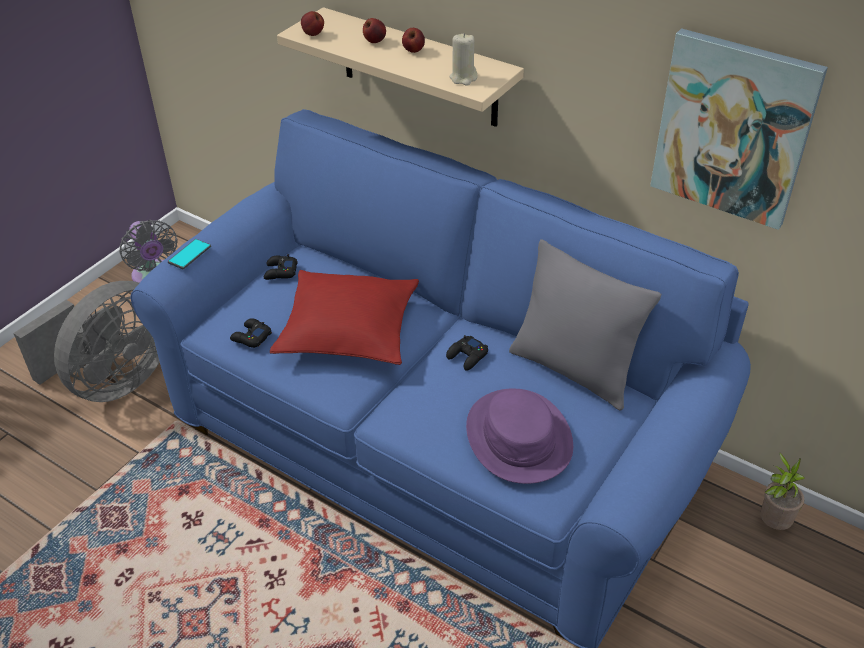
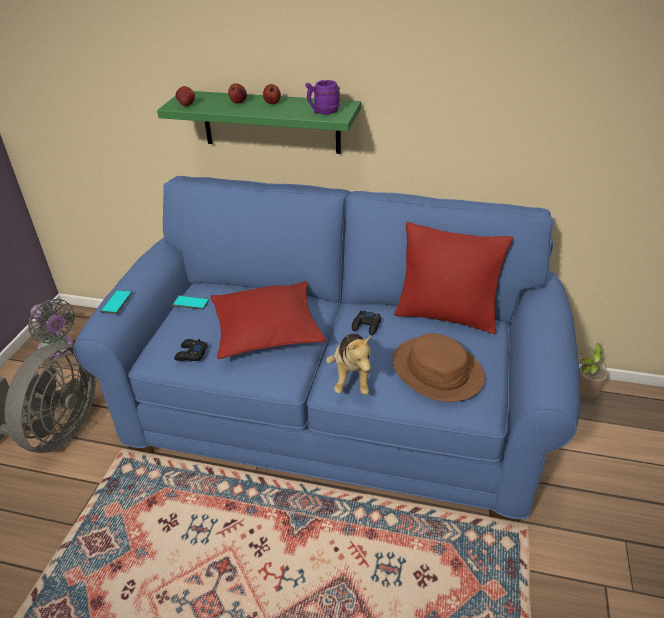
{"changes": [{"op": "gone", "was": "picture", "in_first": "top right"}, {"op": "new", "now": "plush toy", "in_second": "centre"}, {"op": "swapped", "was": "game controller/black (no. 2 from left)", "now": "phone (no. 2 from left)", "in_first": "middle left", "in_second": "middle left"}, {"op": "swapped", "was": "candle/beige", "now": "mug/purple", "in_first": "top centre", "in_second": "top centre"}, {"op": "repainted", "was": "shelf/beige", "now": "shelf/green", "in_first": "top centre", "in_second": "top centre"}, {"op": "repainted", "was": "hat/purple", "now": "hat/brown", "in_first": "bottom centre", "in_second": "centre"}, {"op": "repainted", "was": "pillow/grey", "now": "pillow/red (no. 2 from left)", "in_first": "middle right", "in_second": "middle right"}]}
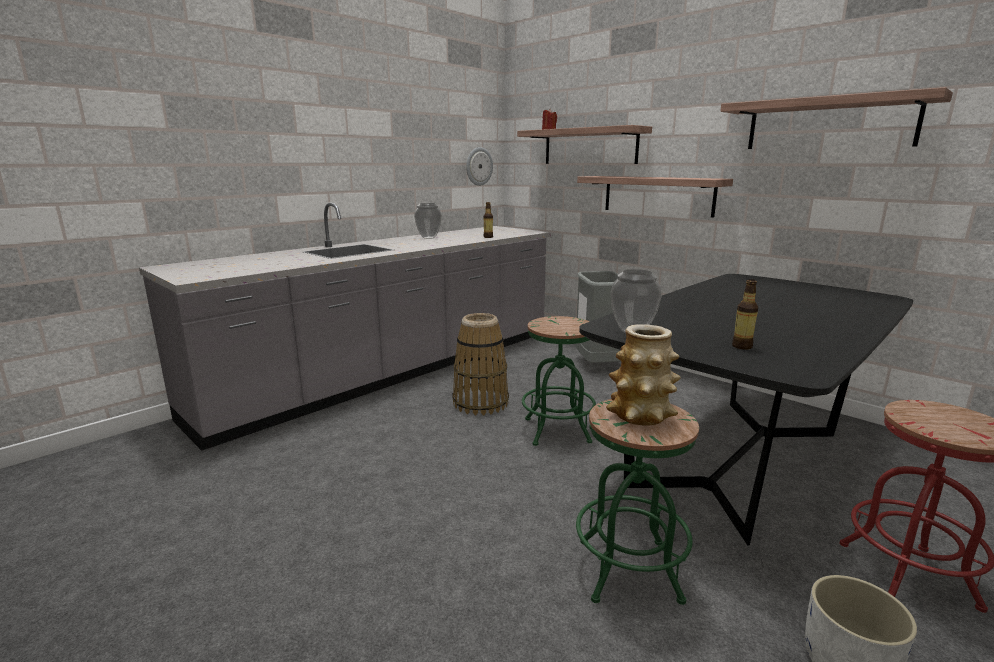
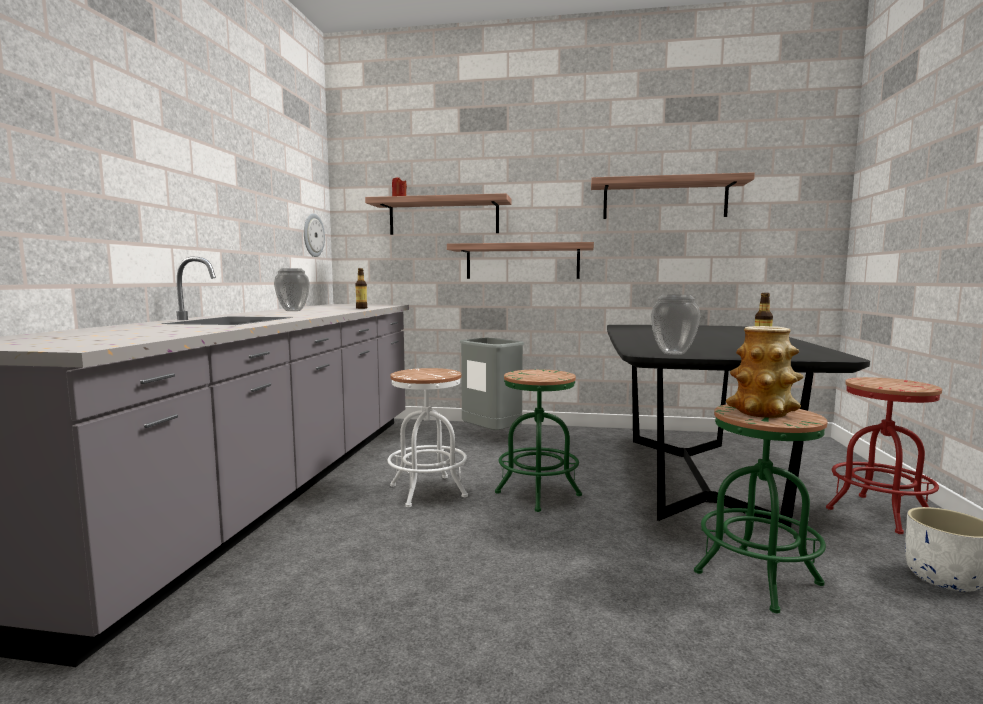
{"changes": [{"op": "swapped", "was": "basket", "now": "stool/white", "in_first": "centre", "in_second": "centre"}]}
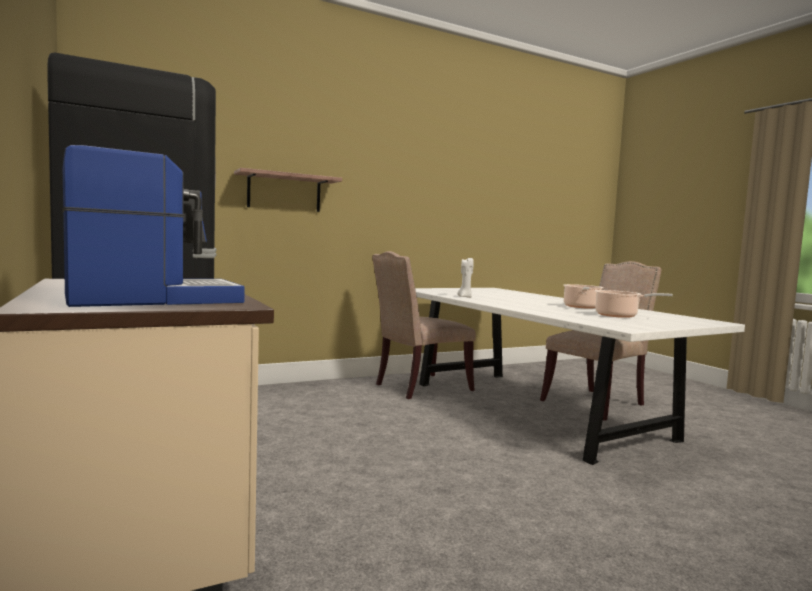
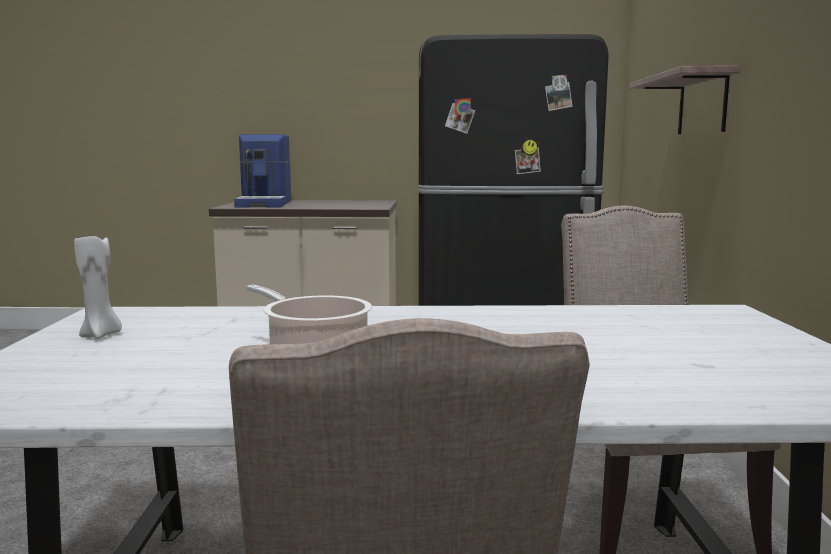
{"changes": [{"op": "gone", "was": "cooking pot (no. 2 from left)", "in_first": "middle right"}, {"op": "shifted", "was": "candle/white", "in_first": "centre", "in_second": "middle left"}]}
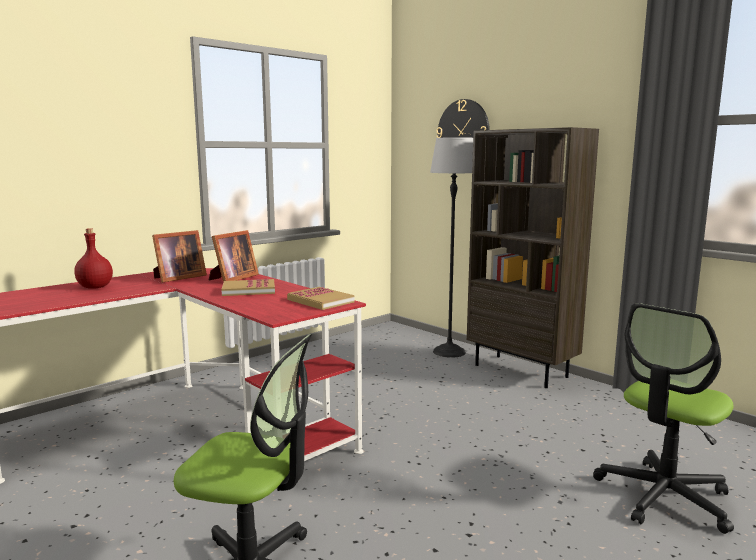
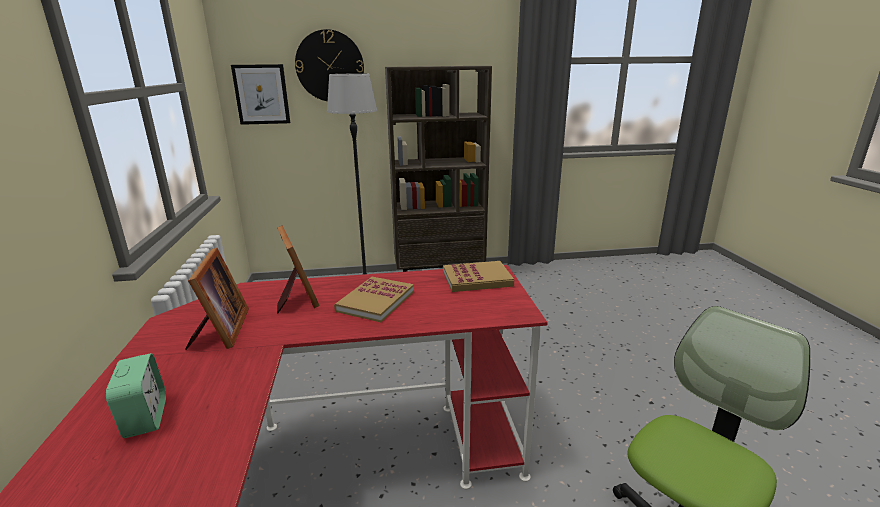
{"changes": [{"op": "gone", "was": "office chair (no. 2 from left)", "in_first": "bottom right"}, {"op": "new", "now": "picture", "in_second": "top left"}, {"op": "swapped", "was": "bottle/red", "now": "alarm clock", "in_first": "middle left", "in_second": "bottom left"}]}
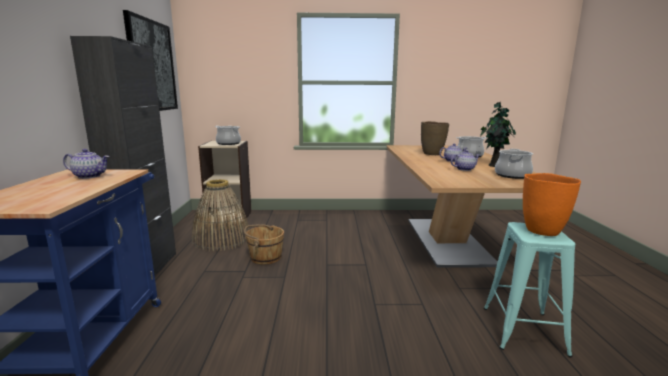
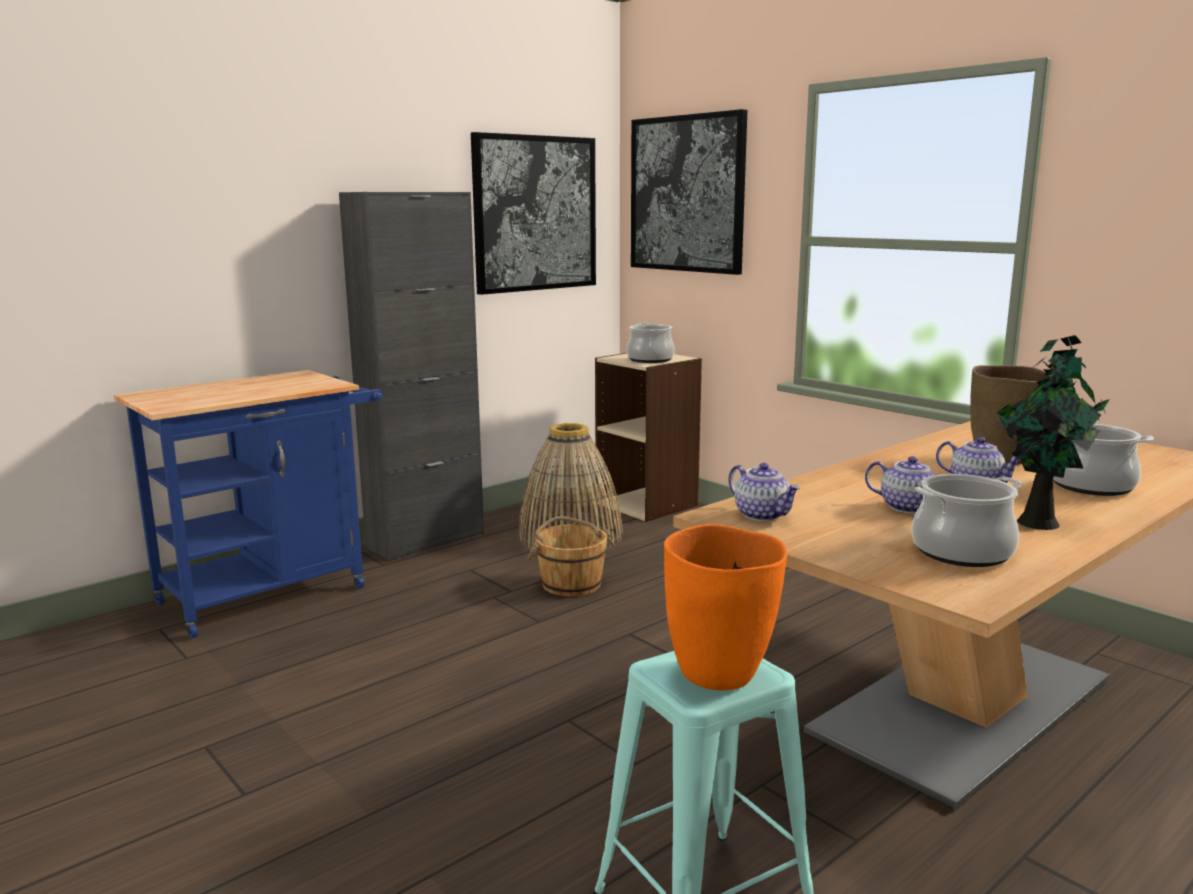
{"changes": [{"op": "new", "now": "picture (no. 2 from left)", "in_second": "top centre"}, {"op": "shifted", "was": "teapot (no. 1 from left)", "in_first": "middle left", "in_second": "centre"}]}
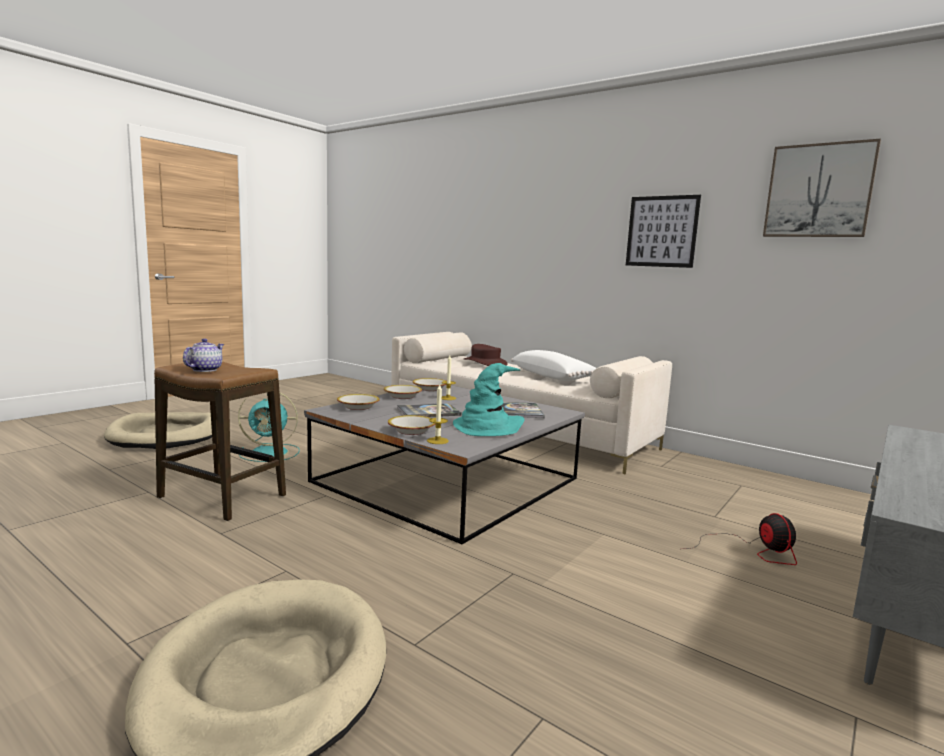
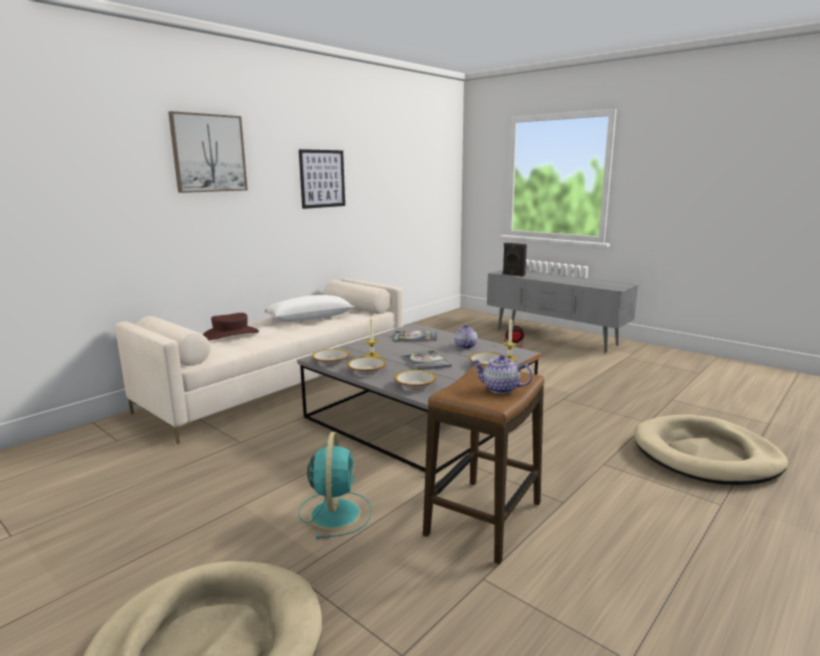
{"changes": [{"op": "new", "now": "speaker/black", "in_second": "centre"}, {"op": "shifted", "was": "picture (no. 2 from left in the first image)", "now": "picture (no. 1 from left)", "in_first": "top right", "in_second": "top left"}, {"op": "swapped", "was": "hat/turquoise", "now": "teapot (no. 1 from left)", "in_first": "centre", "in_second": "centre"}]}
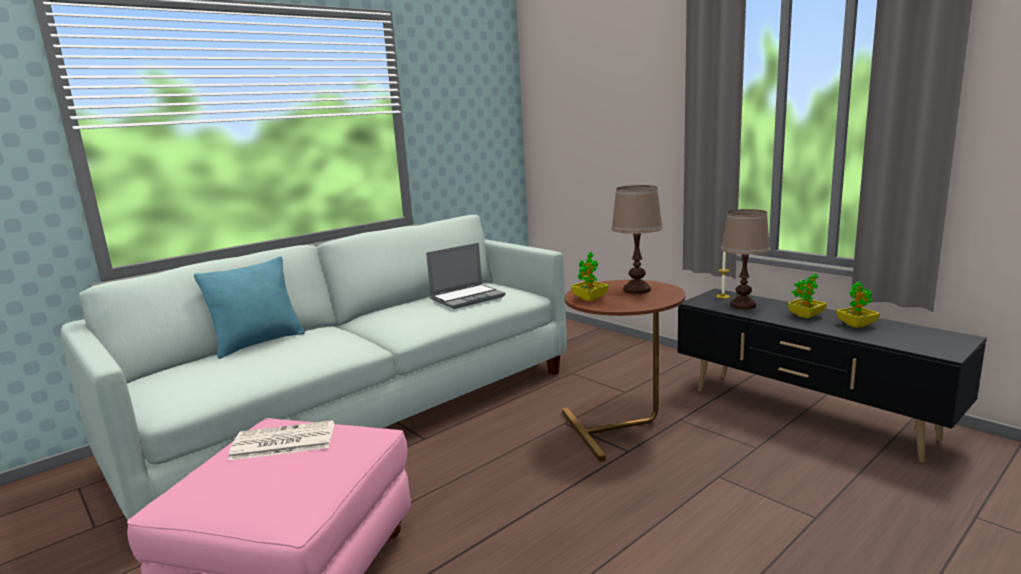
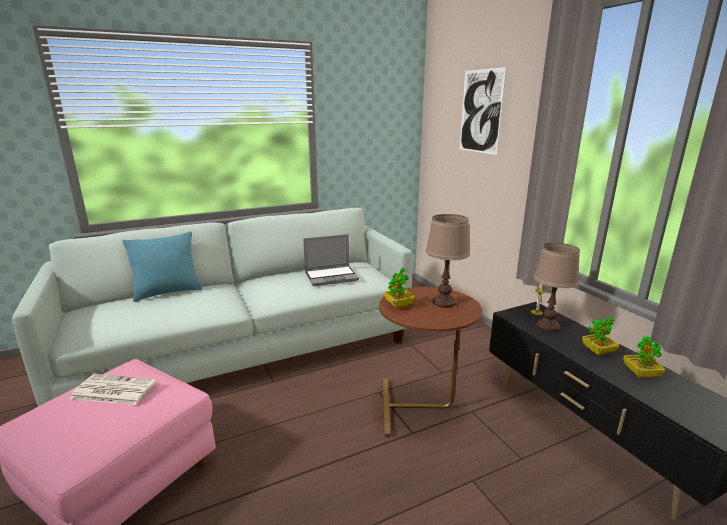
{"changes": [{"op": "new", "now": "picture", "in_second": "top centre"}]}
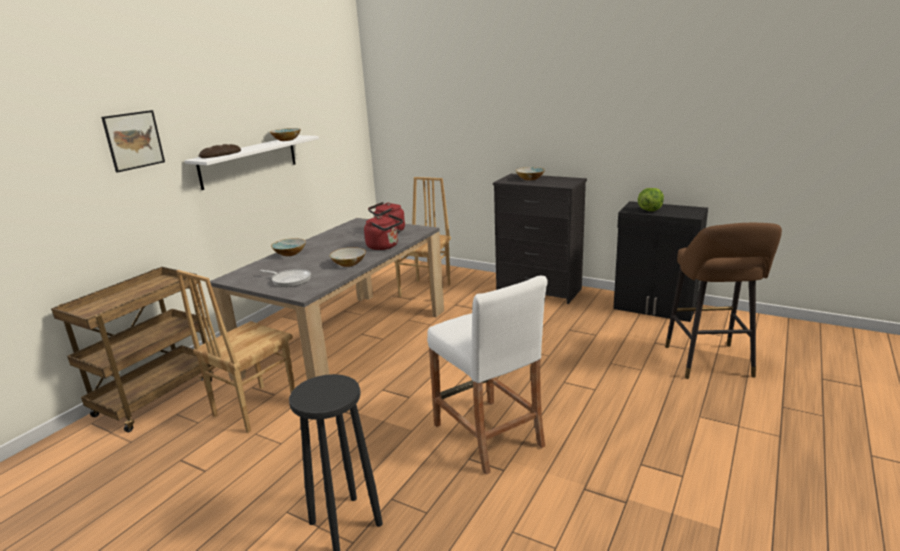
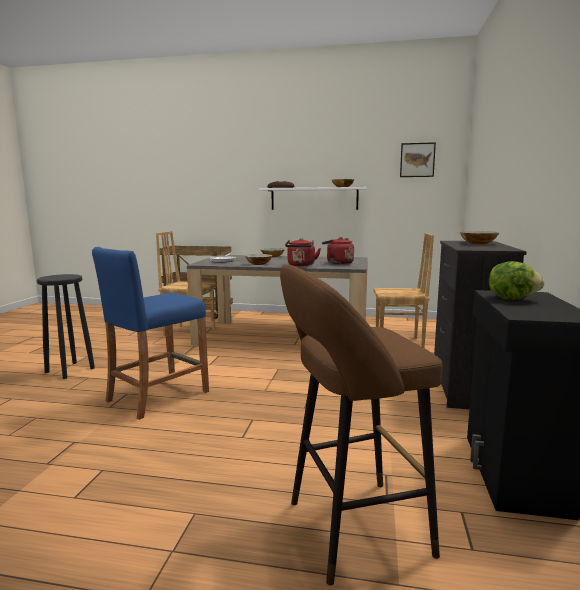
{"changes": [{"op": "shifted", "was": "picture", "in_first": "top left", "in_second": "top right"}, {"op": "repainted", "was": "stool/white", "now": "stool/blue", "in_first": "bottom centre", "in_second": "middle left"}]}
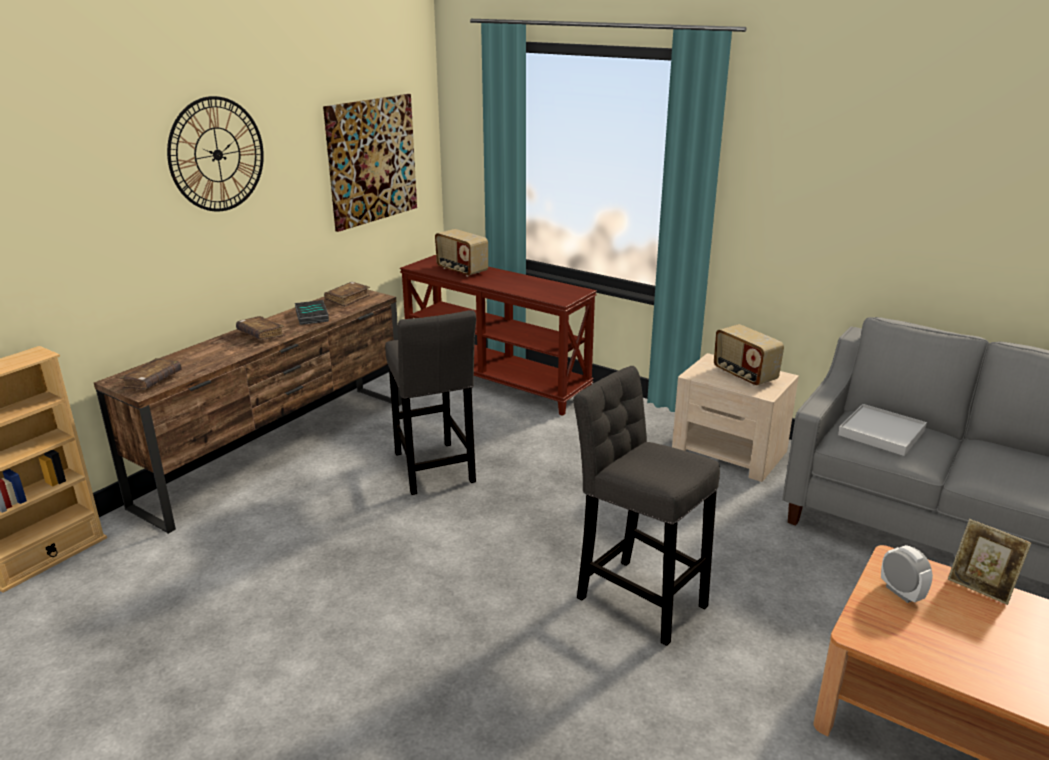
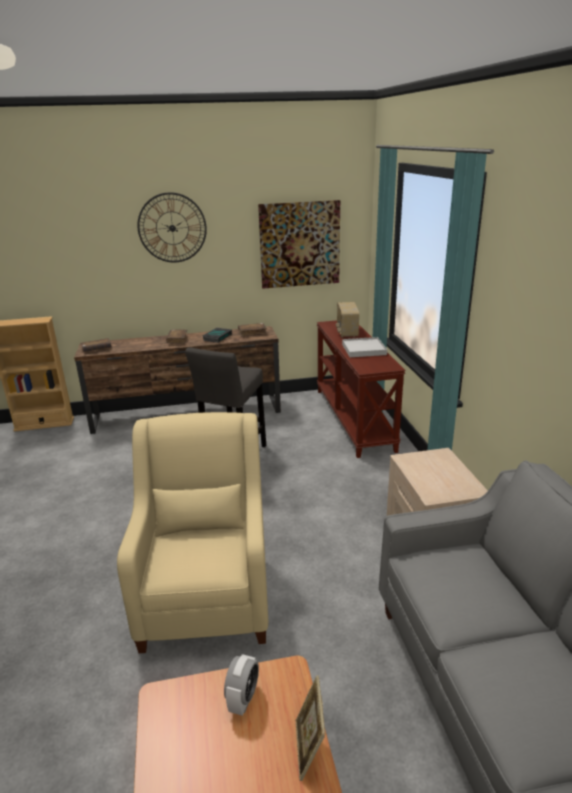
{"changes": [{"op": "gone", "was": "radio (no. 2 from left)", "in_first": "middle right"}, {"op": "shifted", "was": "tray/white", "in_first": "middle right", "in_second": "centre"}, {"op": "swapped", "was": "stool/grey (no. 2 from left)", "now": "armchair/beige", "in_first": "centre", "in_second": "bottom centre"}]}
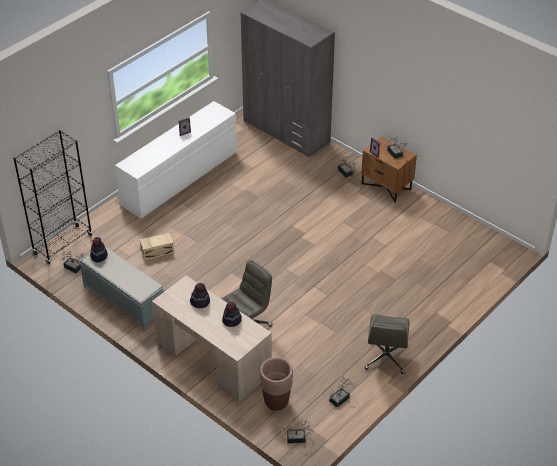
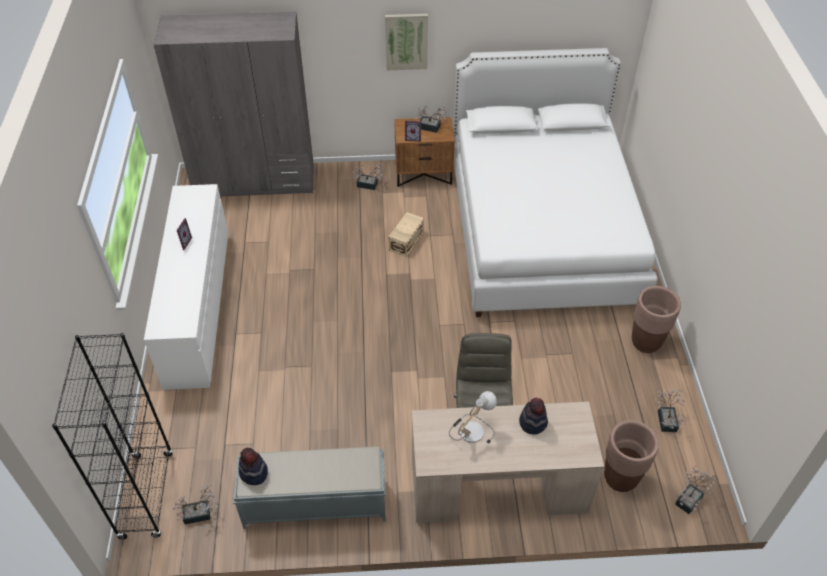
{"changes": [{"op": "new", "now": "picture", "in_second": "top centre"}, {"op": "new", "now": "bed/white", "in_second": "top right"}, {"op": "shifted", "was": "storage box/beige", "in_first": "middle left", "in_second": "centre"}, {"op": "swapped", "was": "hat (no. 2 from left)", "now": "table lamp", "in_first": "centre", "in_second": "bottom centre"}, {"op": "swapped", "was": "office chair/grey (no. 2 from left)", "now": "planter/brown (no. 2 from left)", "in_first": "bottom right", "in_second": "middle right"}]}
